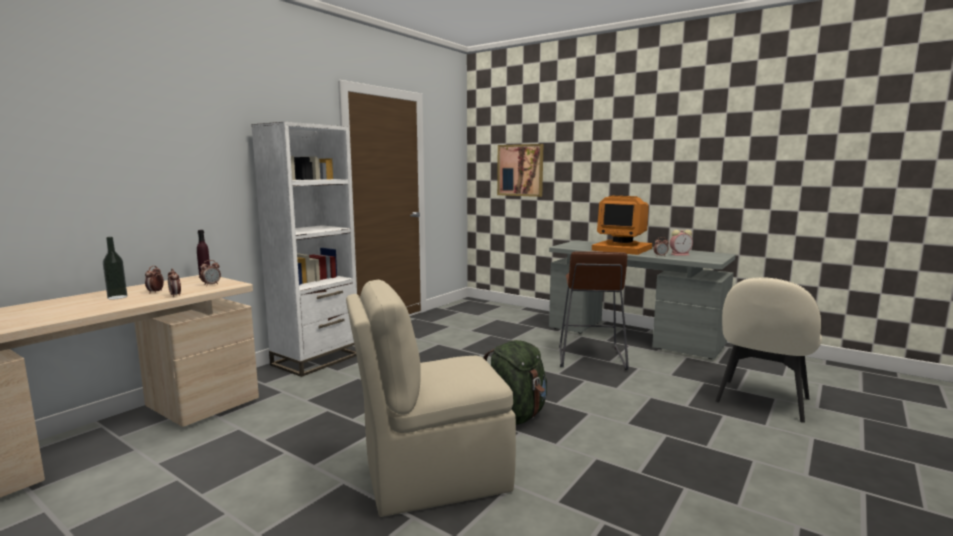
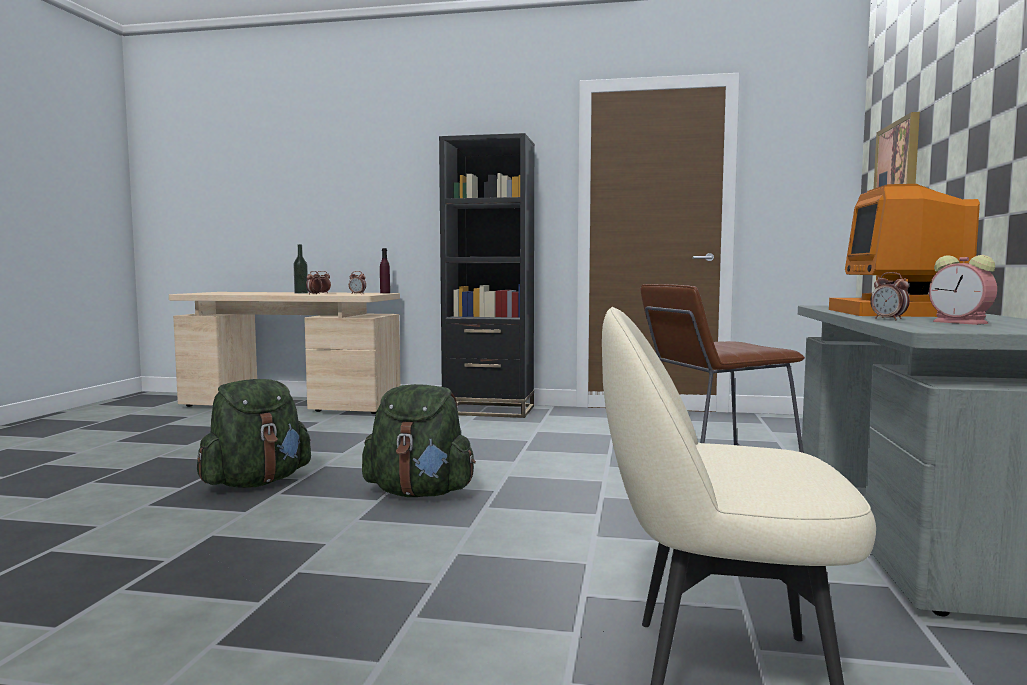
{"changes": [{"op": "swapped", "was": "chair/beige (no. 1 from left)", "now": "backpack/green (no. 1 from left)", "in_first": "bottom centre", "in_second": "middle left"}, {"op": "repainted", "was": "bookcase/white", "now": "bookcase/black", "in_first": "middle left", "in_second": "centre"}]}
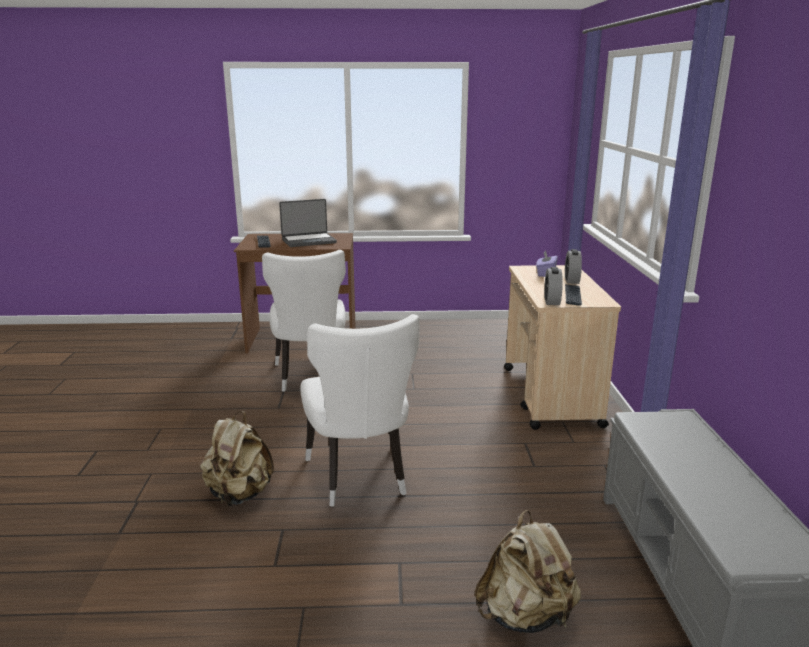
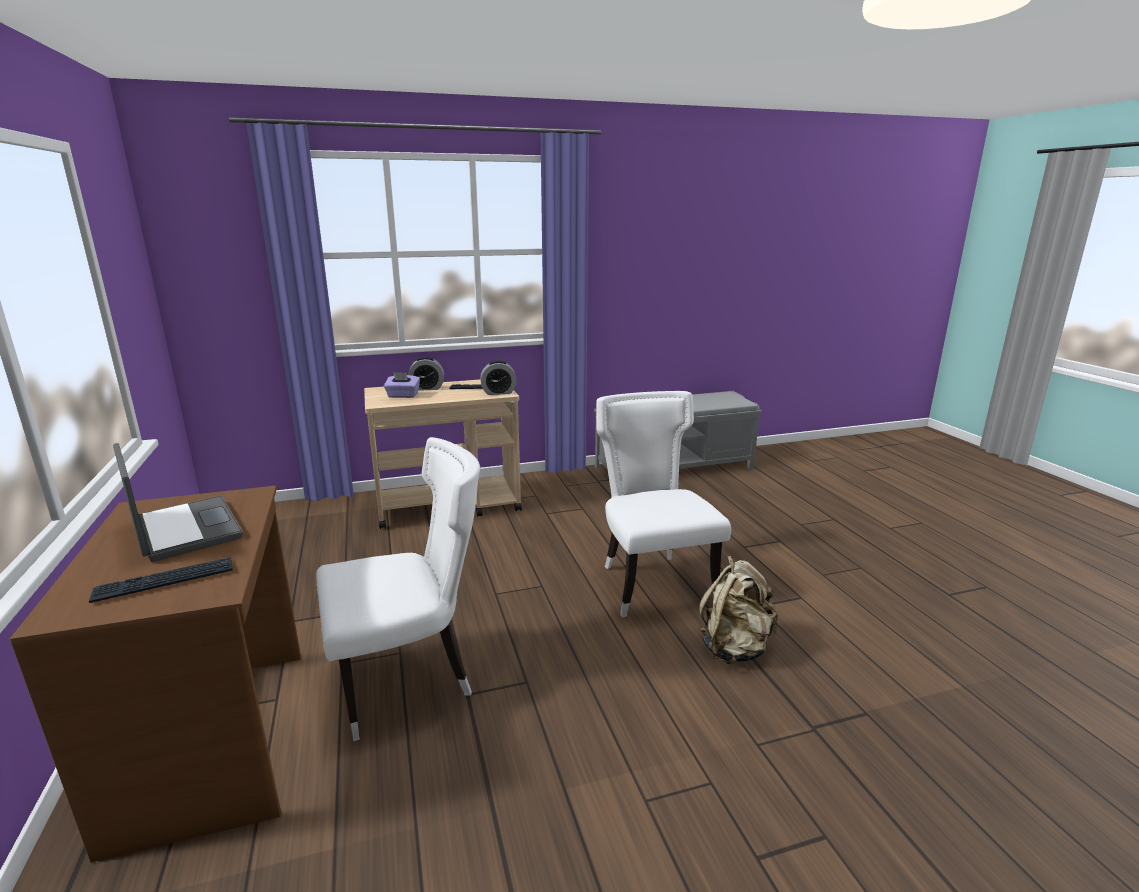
{"changes": [{"op": "gone", "was": "backpack/beige (no. 2 from left)", "in_first": "bottom centre"}, {"op": "rotated", "was": "chair/white (no. 2 from left)", "in_first": "centre", "in_second": "centre", "clockwise": -75}]}
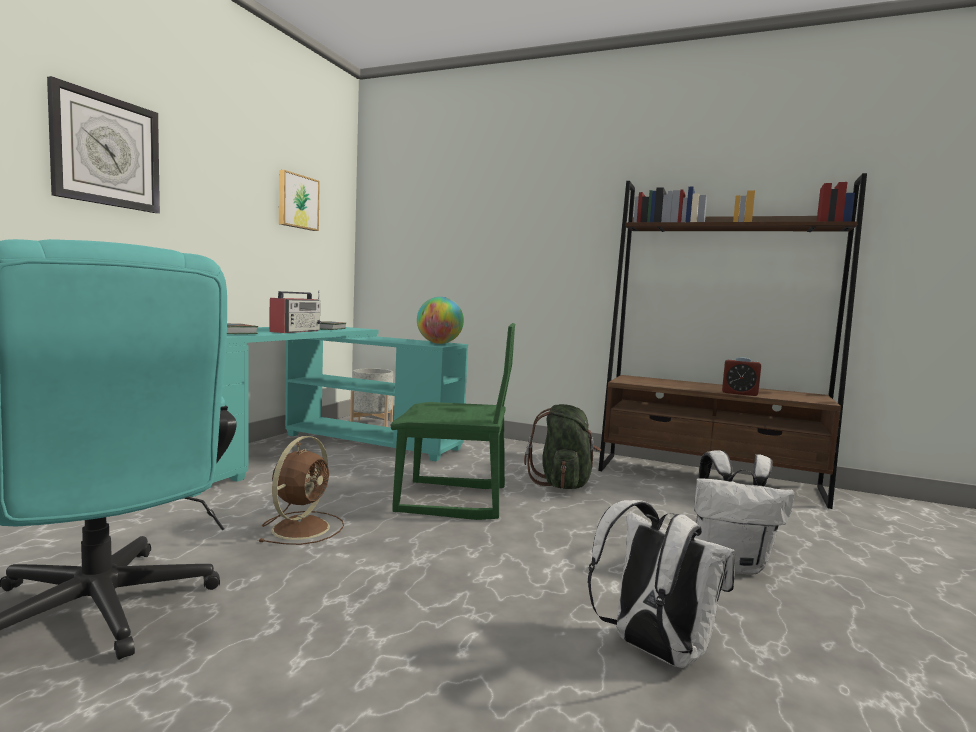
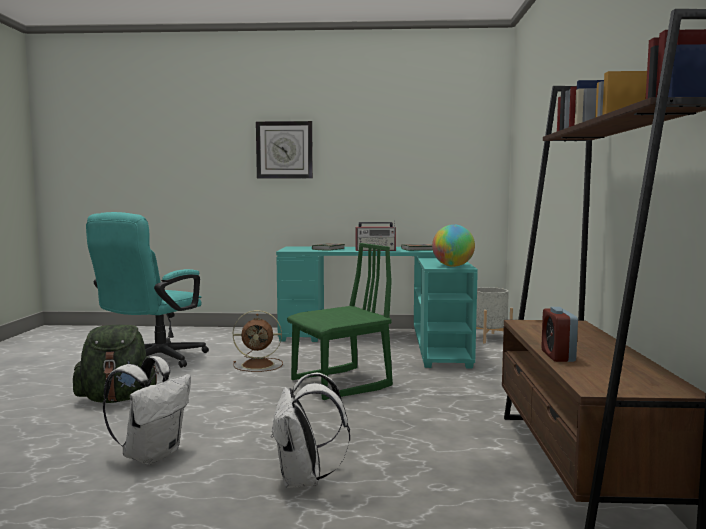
{"changes": [{"op": "gone", "was": "picture", "in_first": "top left"}, {"op": "shifted", "was": "backpack/green", "in_first": "centre", "in_second": "bottom left"}, {"op": "rotated", "was": "chair/green", "in_first": "centre", "in_second": "centre", "clockwise": -105}]}
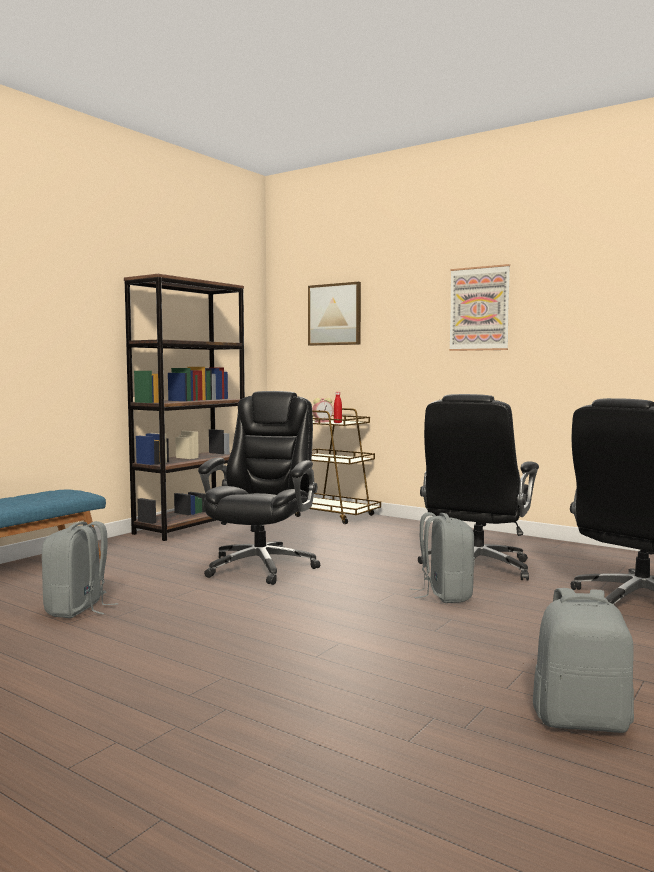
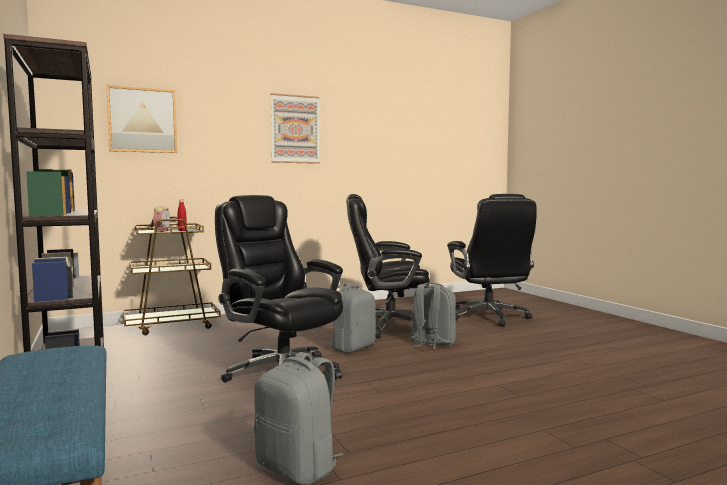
{"changes": [{"op": "shifted", "was": "backpack/grey (no. 3 from left in the first image)", "now": "backpack/grey (no. 2 from left)", "in_first": "bottom right", "in_second": "centre"}, {"op": "rotated", "was": "office chair/black (no. 2 from left)", "in_first": "middle right", "in_second": "centre", "clockwise": 120}]}
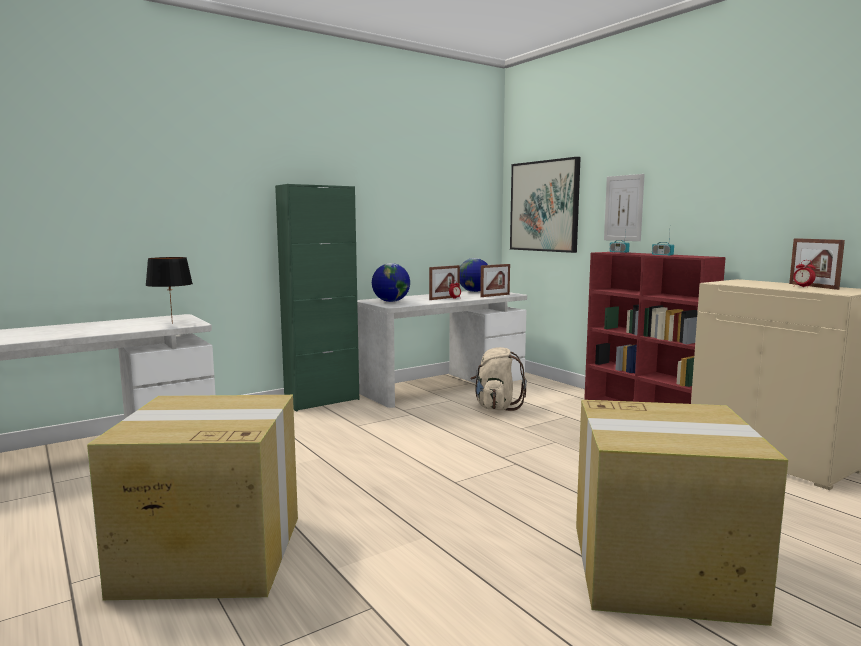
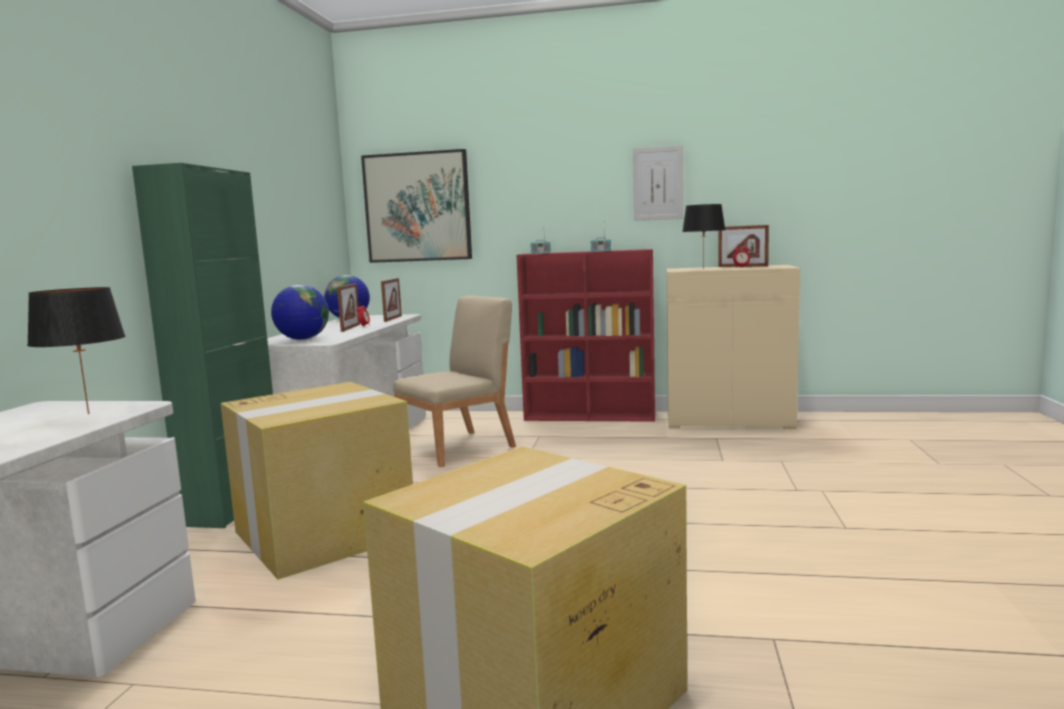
{"changes": [{"op": "new", "now": "table lamp/black (no. 2 from left)", "in_second": "centre"}, {"op": "shifted", "was": "cardboard box (no. 2 from left in the first image)", "now": "cardboard box (no. 1 from left)", "in_first": "bottom right", "in_second": "bottom left"}, {"op": "shifted", "was": "picture (no. 2 from left)", "in_first": "top right", "in_second": "top centre"}, {"op": "swapped", "was": "backpack/beige", "now": "chair/beige", "in_first": "centre", "in_second": "centre"}]}
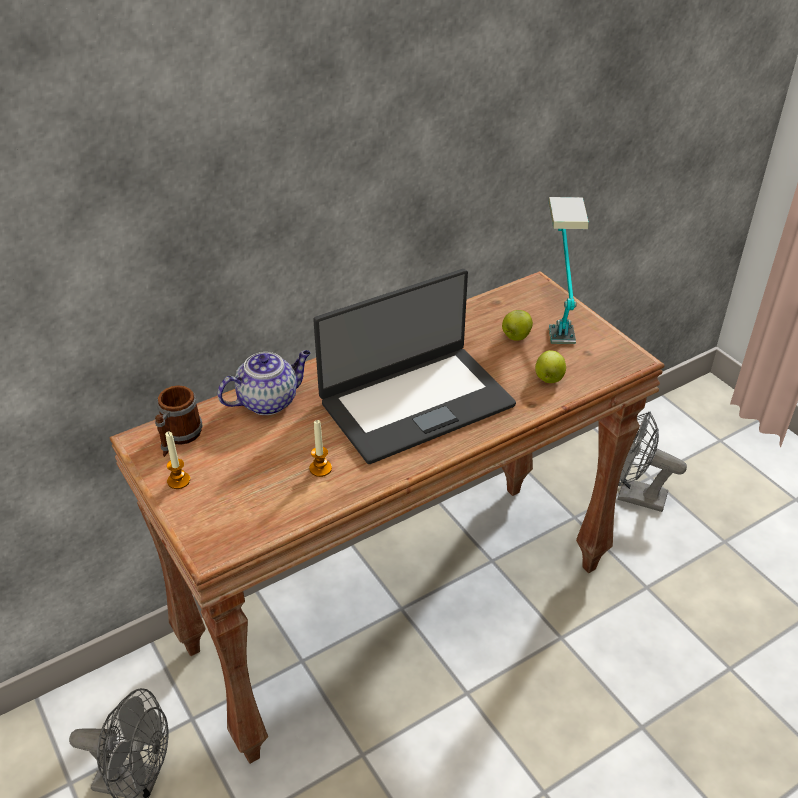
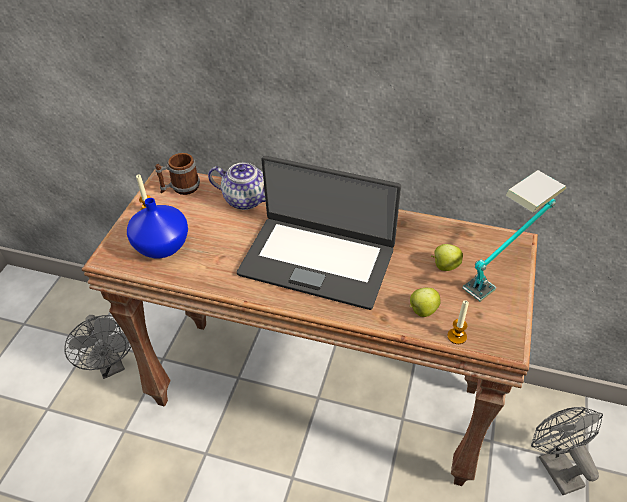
{"changes": [{"op": "new", "now": "vase/blue", "in_second": "middle left"}, {"op": "shifted", "was": "candle (no. 2 from left)", "in_first": "centre", "in_second": "middle right"}]}
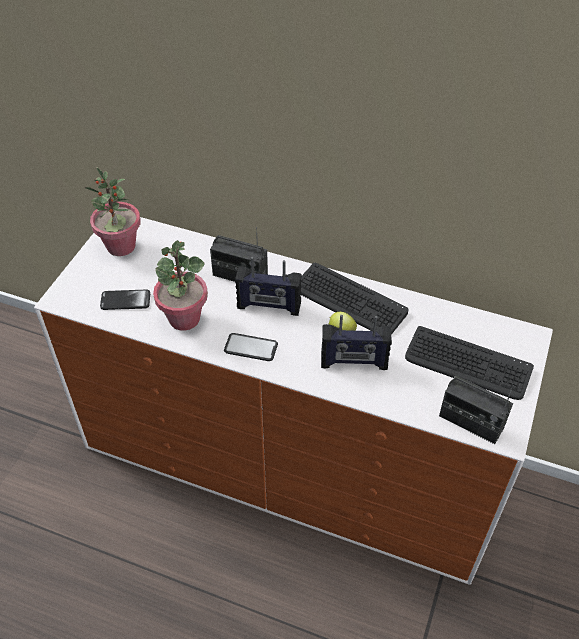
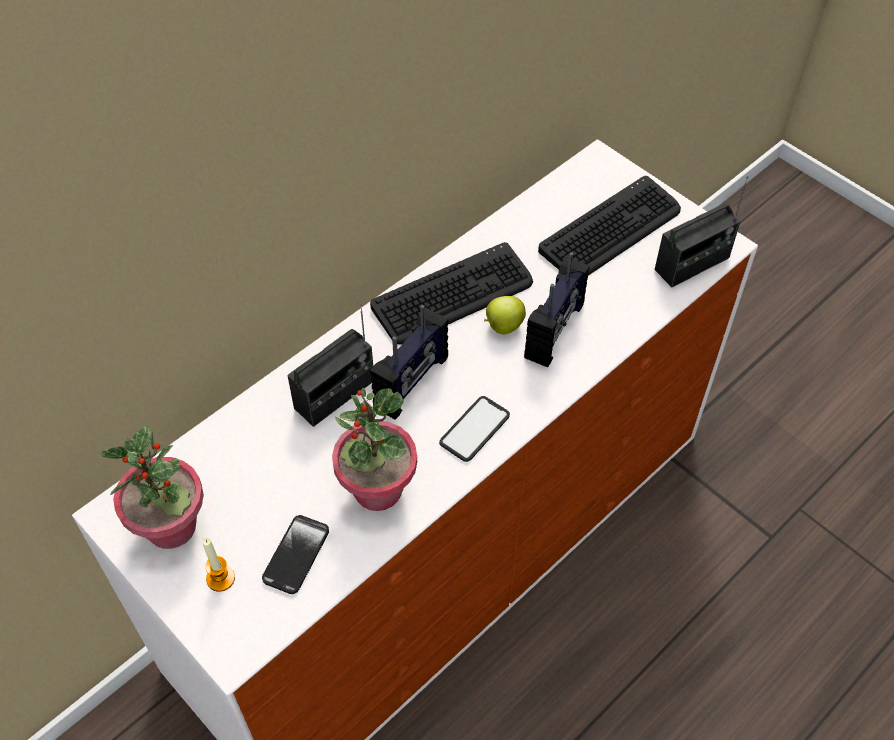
{"changes": [{"op": "new", "now": "candle", "in_second": "bottom left"}]}
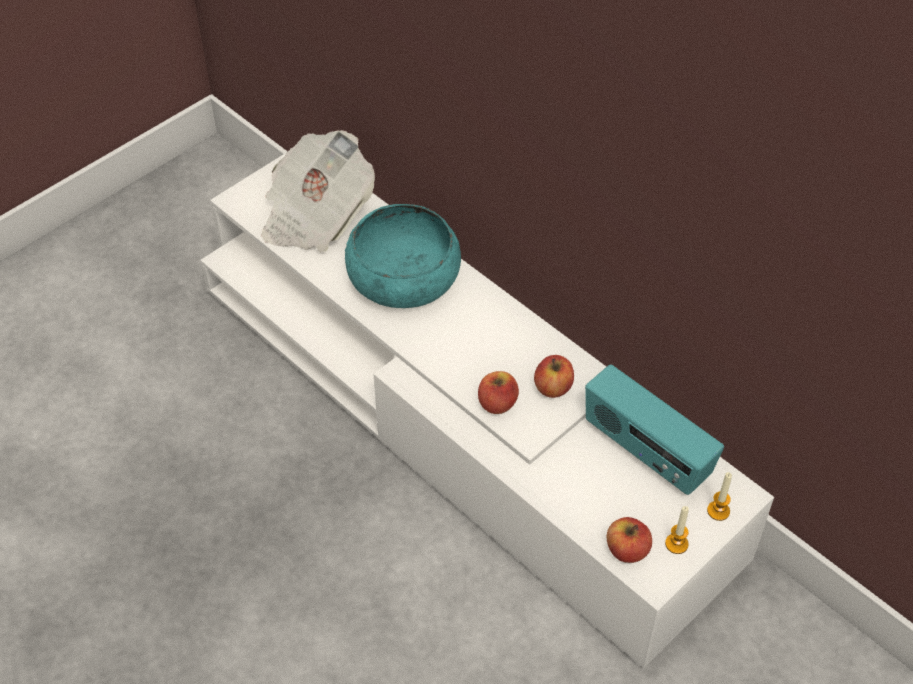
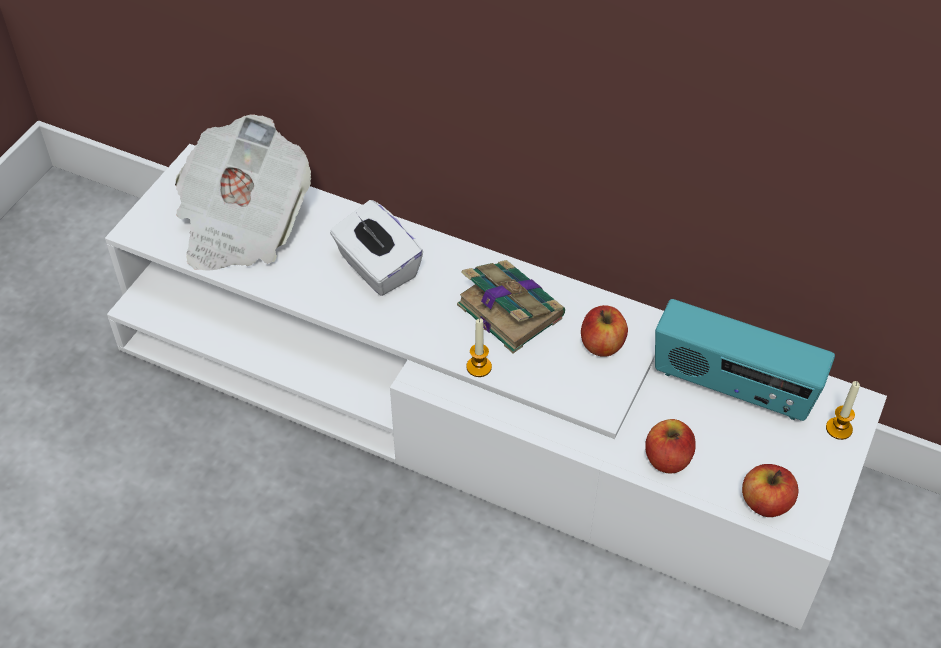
{"changes": [{"op": "new", "now": "book", "in_second": "centre"}, {"op": "shifted", "was": "apple (no. 1 from left in the first image)", "now": "apple (no. 2 from left)", "in_first": "centre", "in_second": "bottom right"}, {"op": "shifted", "was": "candle (no. 1 from left)", "in_first": "bottom right", "in_second": "centre"}, {"op": "swapped", "was": "bowl/turquoise", "now": "tissue box/white", "in_first": "centre", "in_second": "centre"}]}
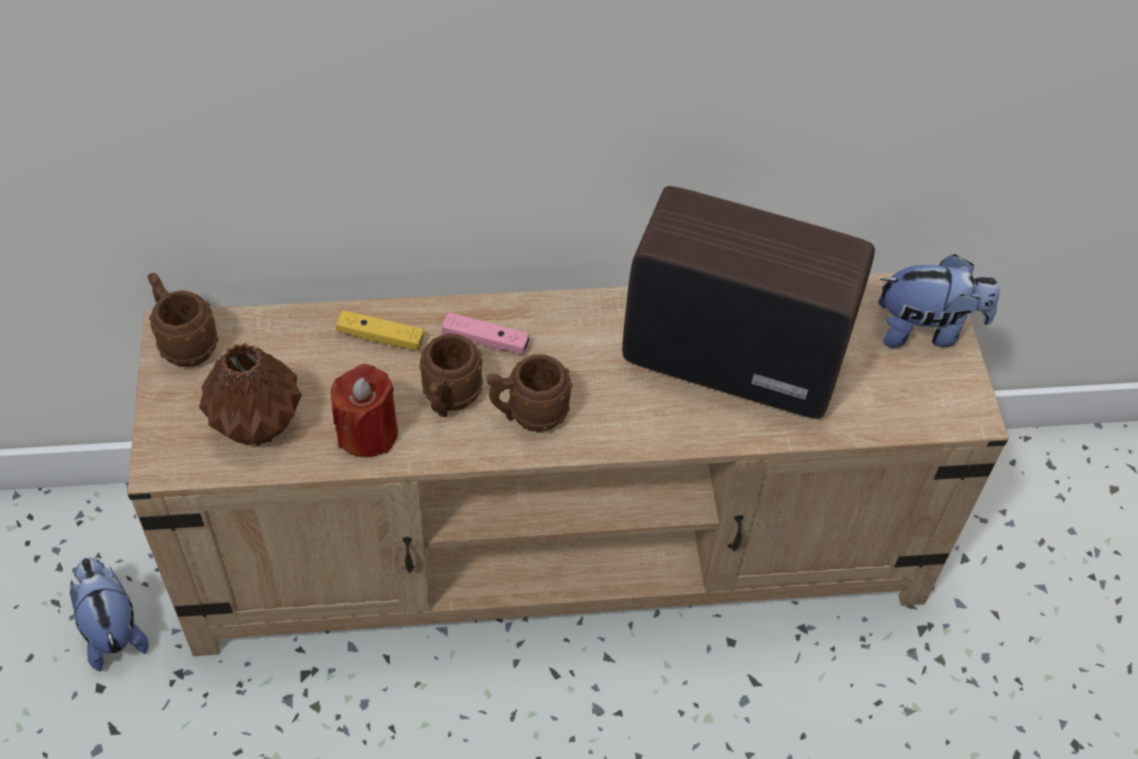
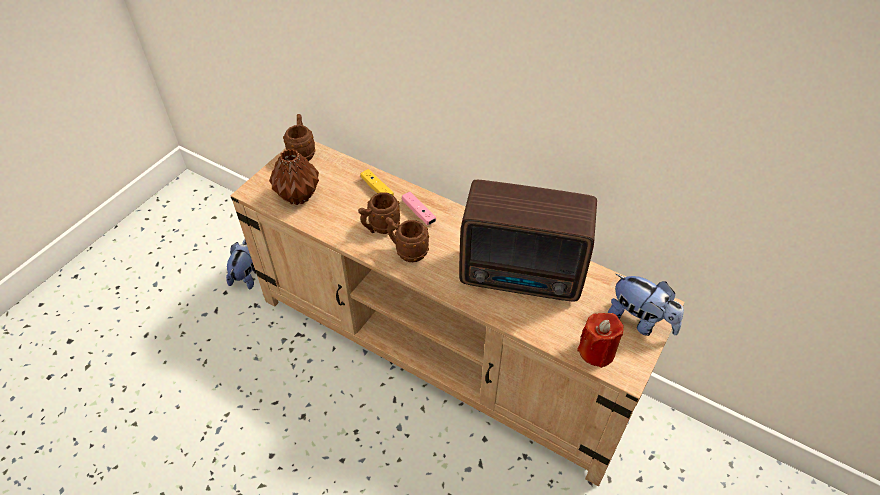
{"changes": [{"op": "shifted", "was": "candle/red", "in_first": "middle left", "in_second": "bottom right"}, {"op": "rotated", "was": "radio", "in_first": "centre", "in_second": "centre", "clockwise": 135}]}
